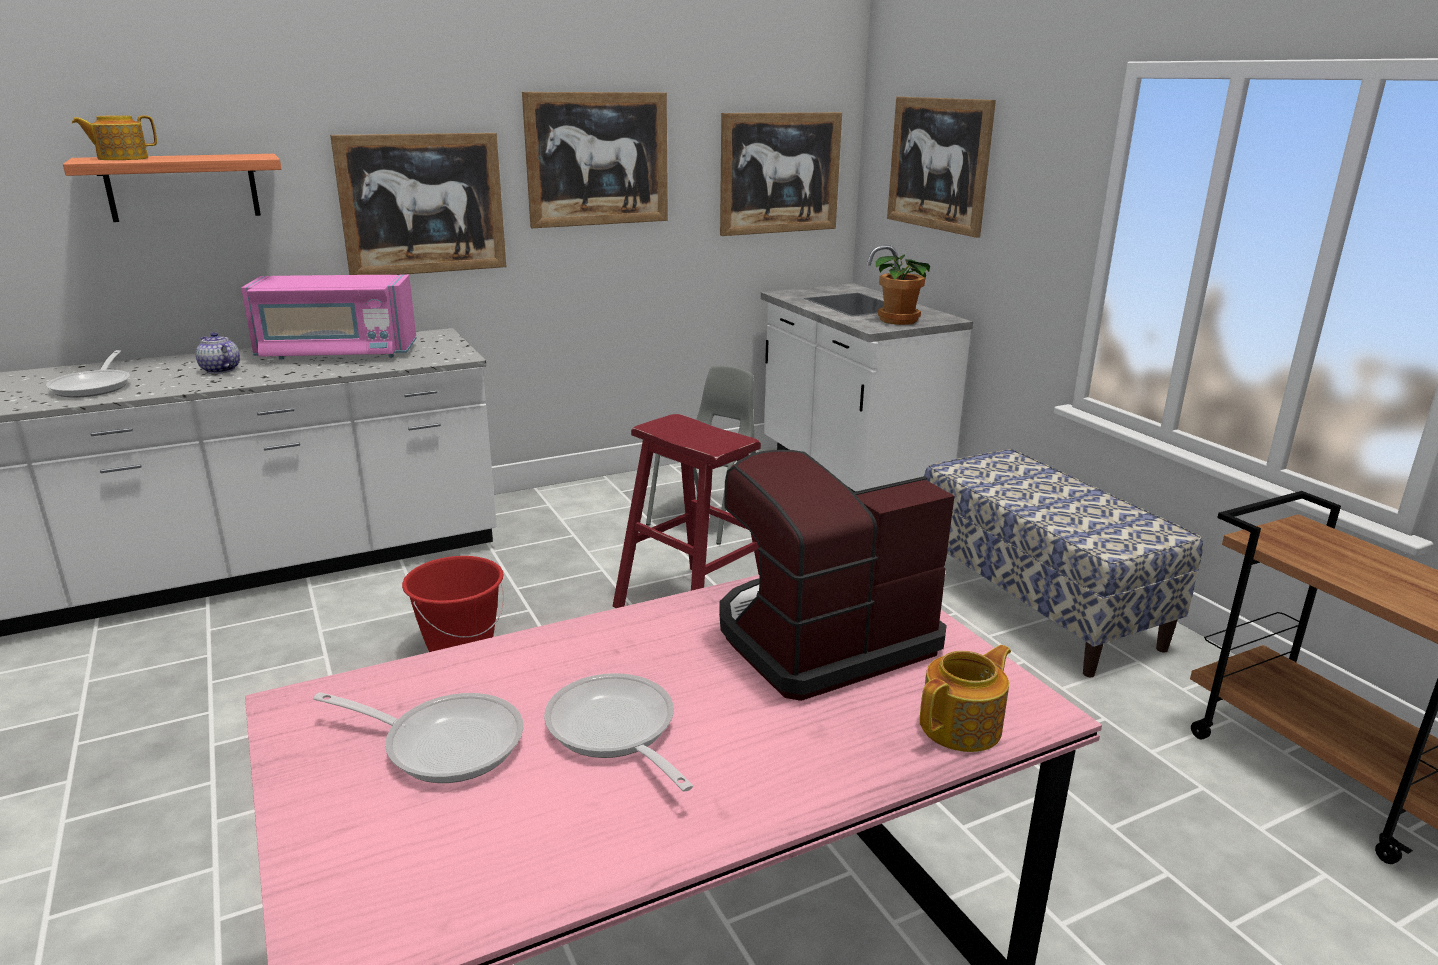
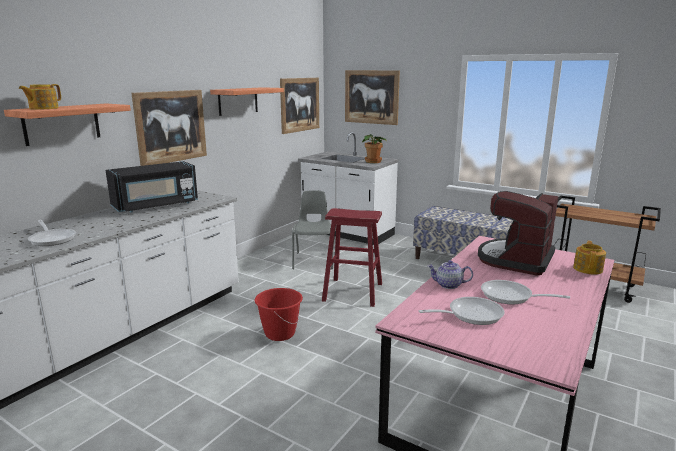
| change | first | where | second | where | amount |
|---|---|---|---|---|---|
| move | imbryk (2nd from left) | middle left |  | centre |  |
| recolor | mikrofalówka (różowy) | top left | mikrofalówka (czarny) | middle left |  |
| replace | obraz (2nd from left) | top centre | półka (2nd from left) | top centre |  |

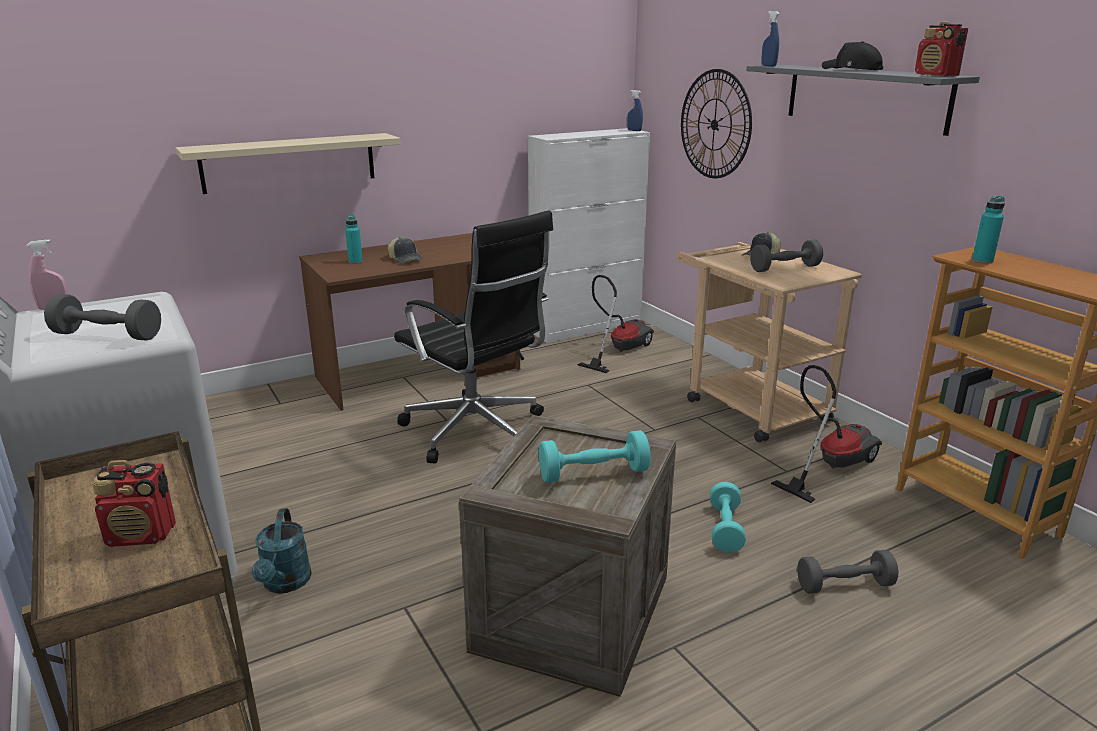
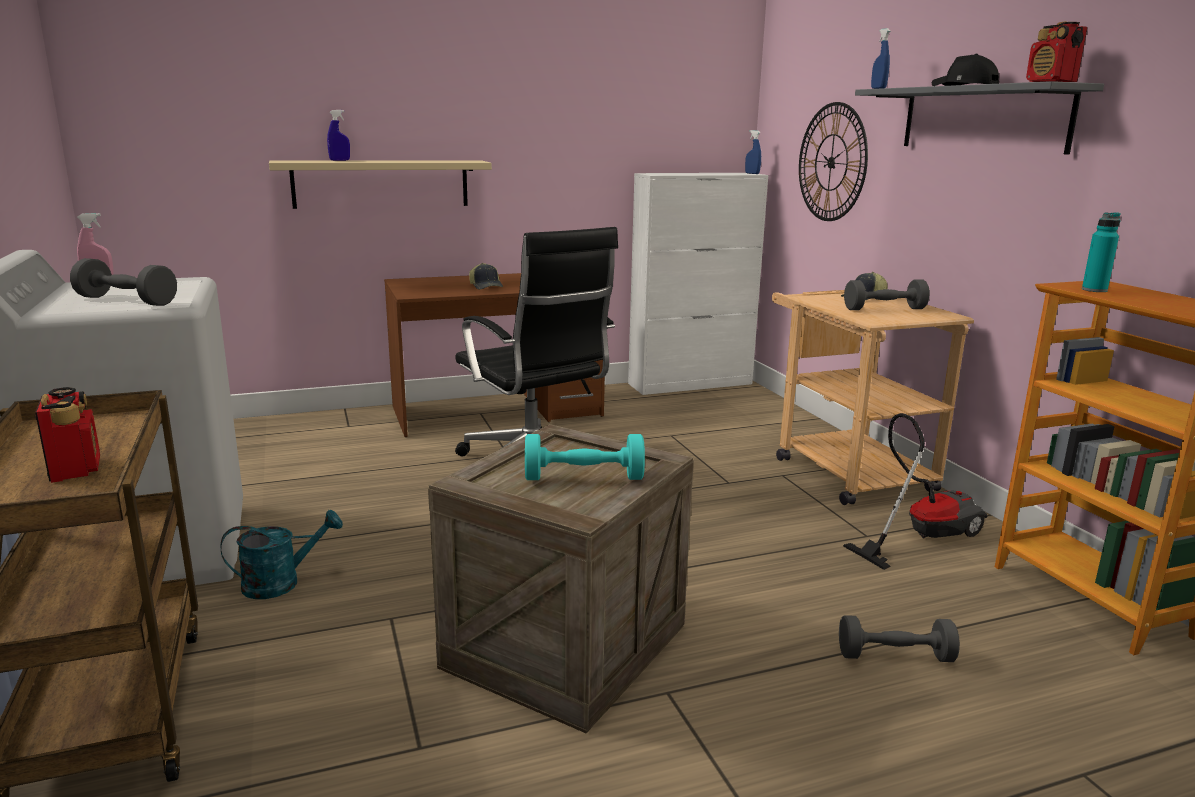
| change | first | where | second | where | amount |
|---|---|---|---|---|---|
| rotate | radio (1st from left) | bottom left |  | middle left | 120 degrees counterclockwise |
| rotate | konewka (turkusowy) | bottom left |  | bottom left | 120 degrees counterclockwise |
| delete | butelka (turkusowy) (1st from left) | top left |  |  |  |
| delete | odkurzacz (1st from left) | centre |  |  |  |
| delete | hantel (turkusowy) (2nd from left) | bottom centre |  |  |  |
| insert |  |  | spryskiwacz (niebieski) (1st from left) | top left |  |

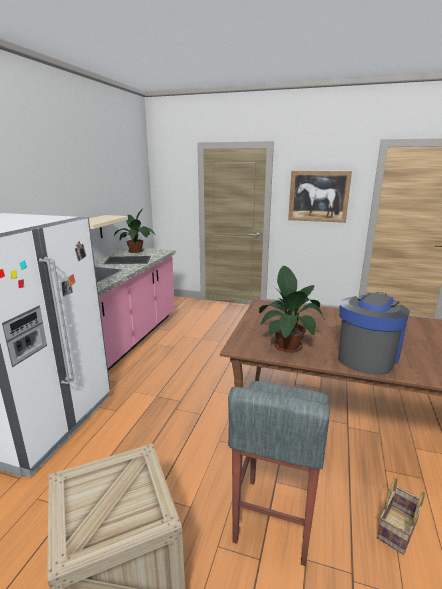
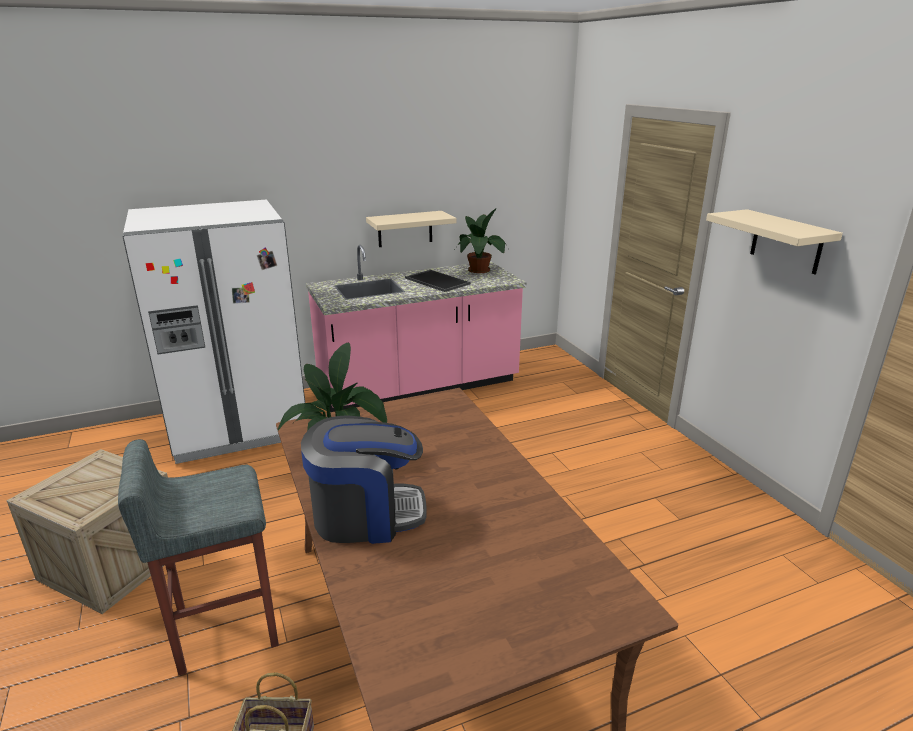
| change | first | where | second | where | amount |
|---|---|---|---|---|---|
| replace | obraz | middle right | półka (beżowy) (2nd from left) | top right |  |

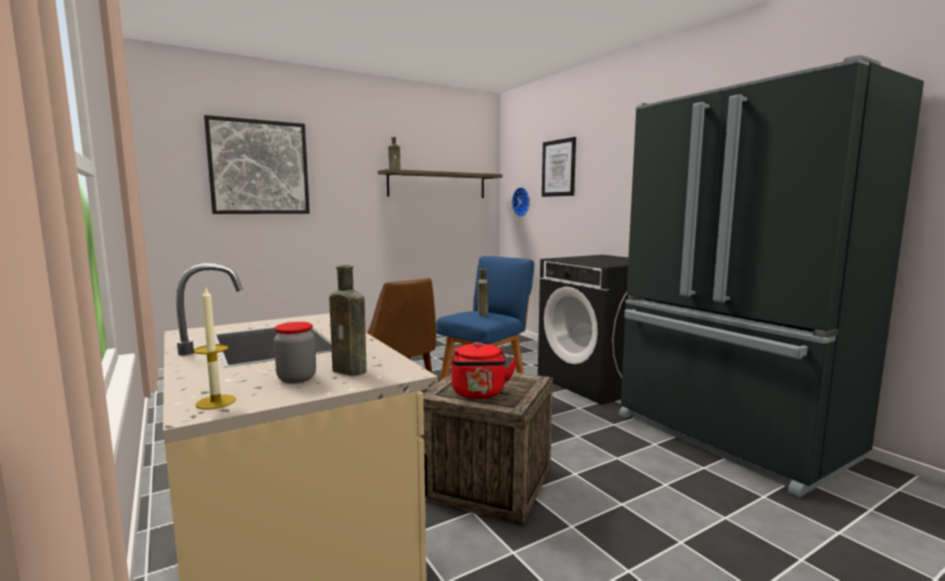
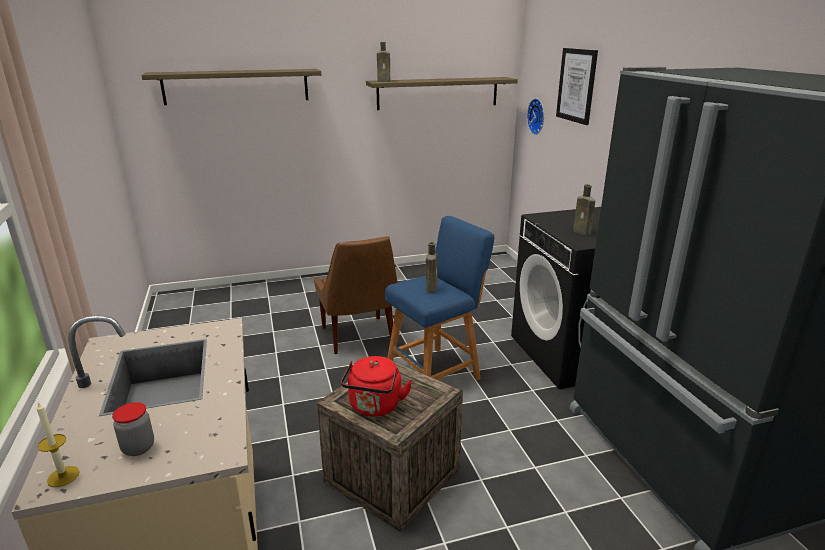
| change | first | where | second | where | amount |
|---|---|---|---|---|---|
| replace | obraz (1st from left) | top left | półka (1st from left) | top left |  |
| move | butelka (brązowy) (1st from left in the first image) | centre | butelka (brązowy) (3rd from left) | middle right |  |

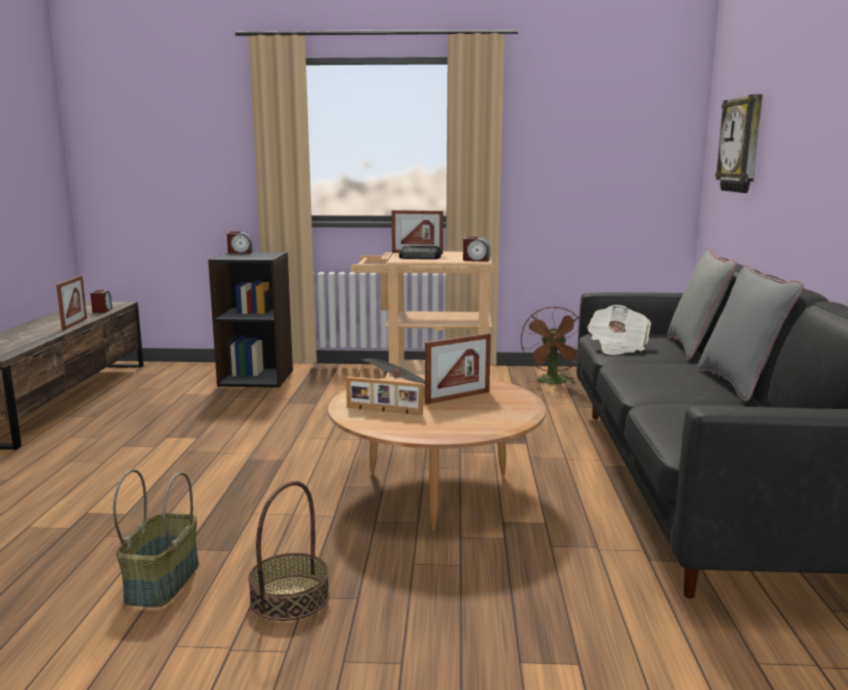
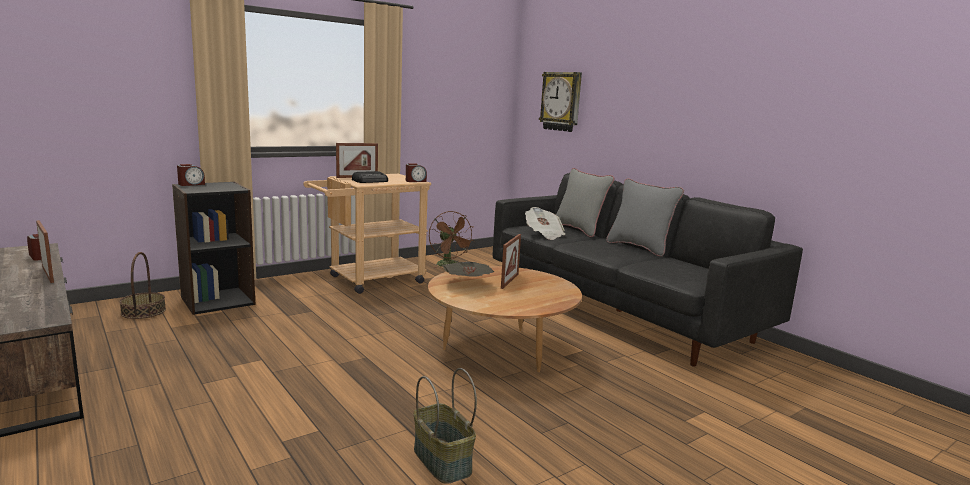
| change | first | where | second | where | amount |
|---|---|---|---|---|---|
| move | koszyk (2nd from left in the first image) | bottom centre | koszyk (1st from left) | middle left |  |
| delete | ramka na zdjęcie (2nd from left) | centre |  |  |  |

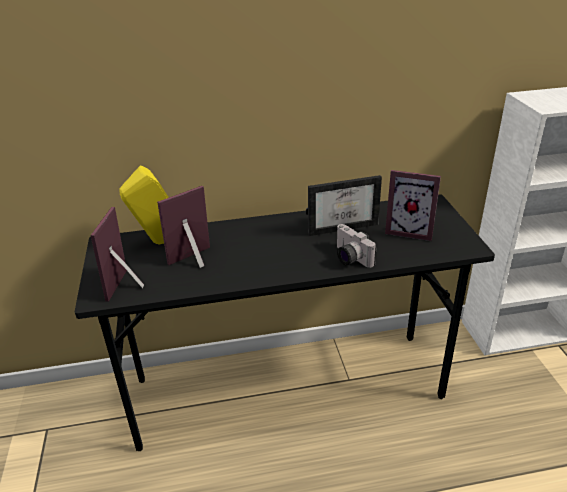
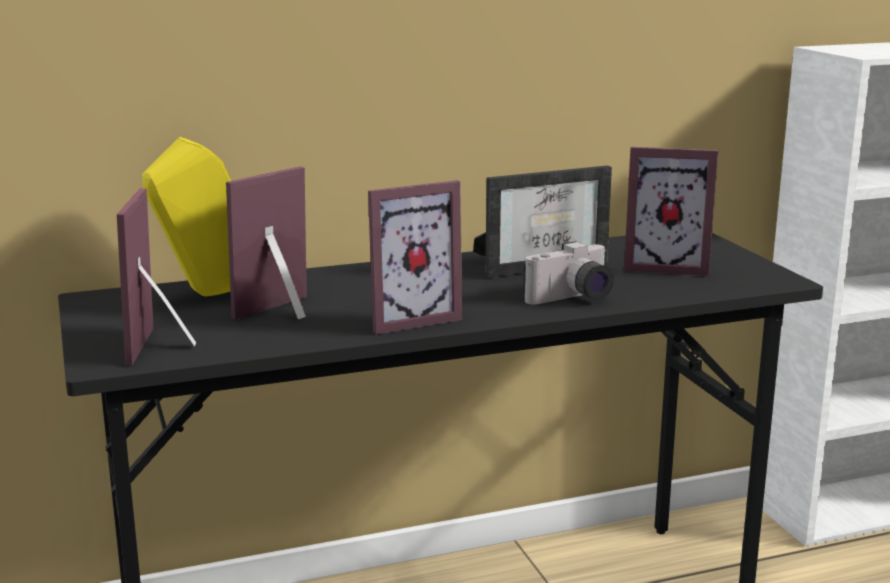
| change | first | where | second | where | amount |
|---|---|---|---|---|---|
| rotate | aparat fotograficzny | centre |  | centre | 75 degrees counterclockwise |
| insert |  |  | ramka na zdjęcie (3rd from left) | centre |  |

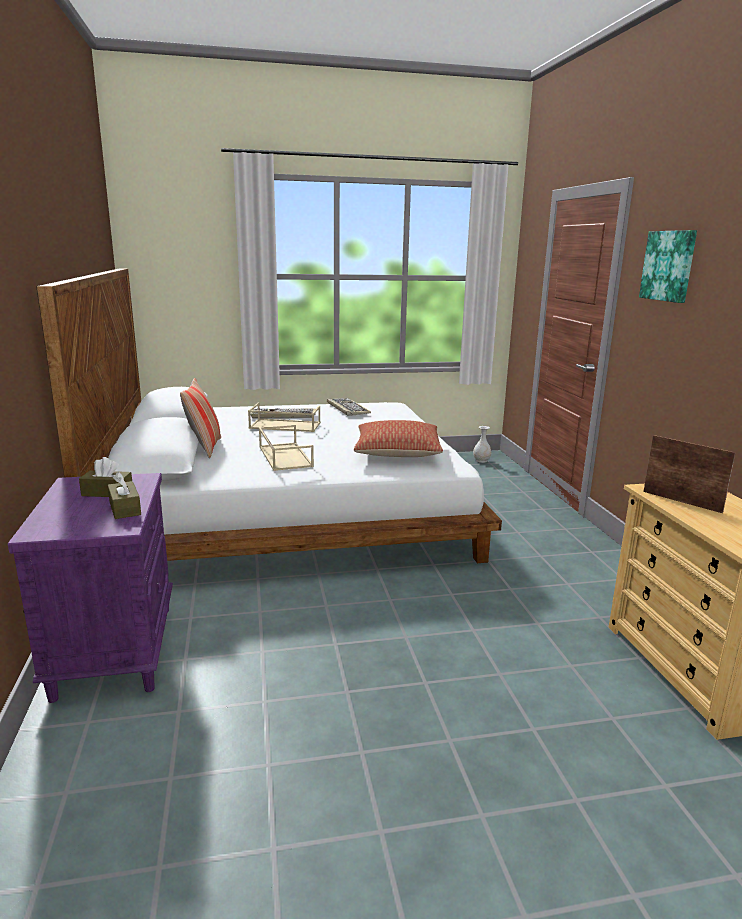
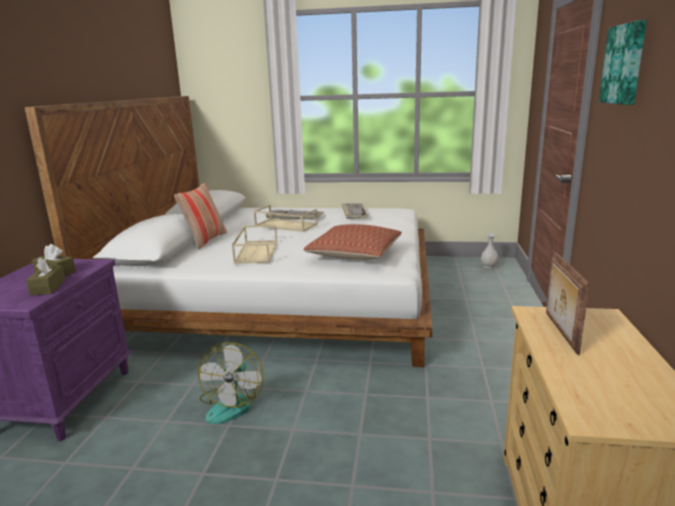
| change | first | where | second | where | amount |
|---|---|---|---|---|---|
| rotate | ramka na zdjęcie | middle right |  | middle right | 150 degrees counterclockwise |
| insert |  |  | wentylator | bottom centre |  |

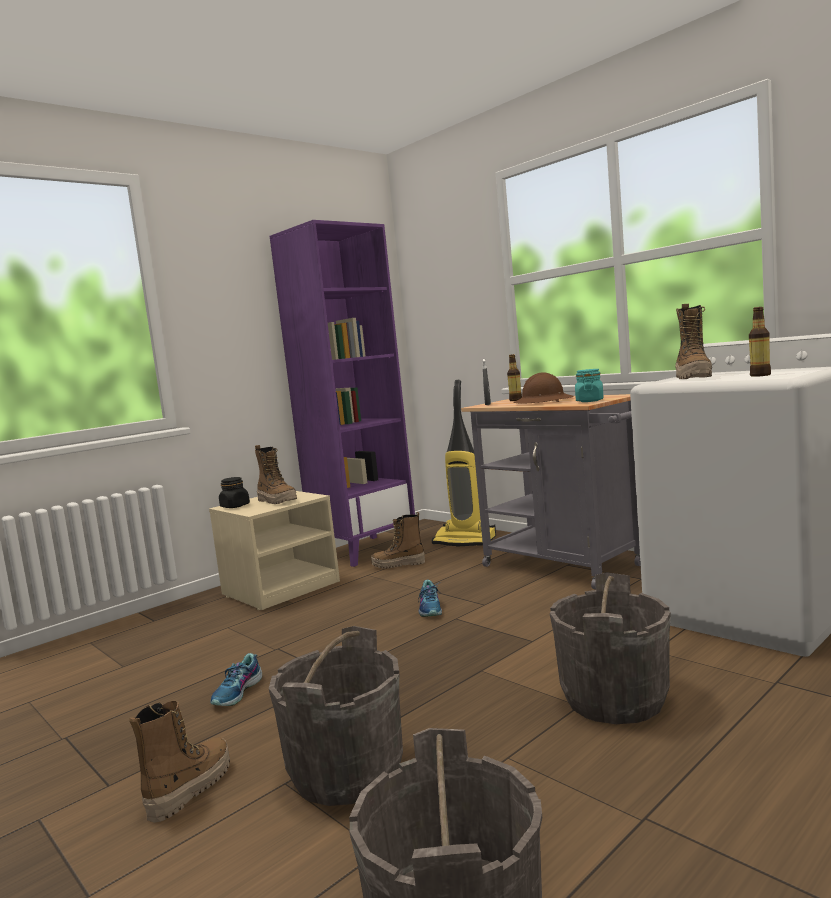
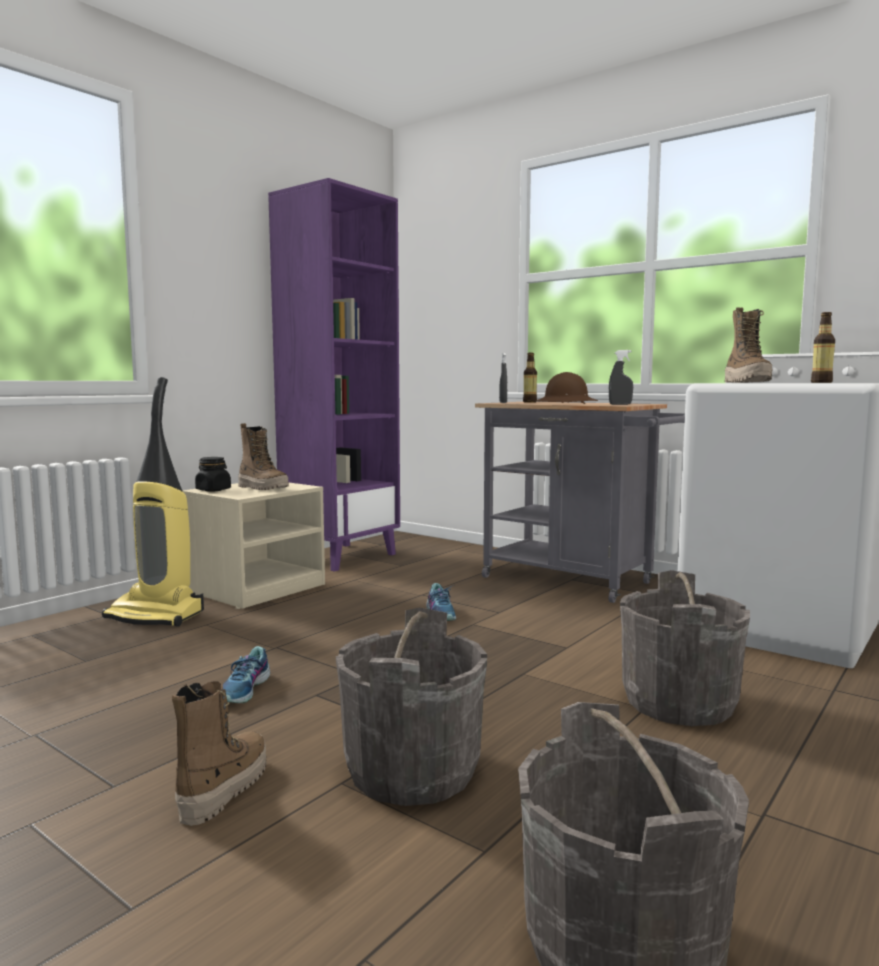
| change | first | where | second | where | amount |
|---|---|---|---|---|---|
| delete | but z cholewką (3rd from left) | centre |  |  |  |
| move | odkurzacz | centre |  | middle left |  |
| replace | słoik (turkusowy) | middle right | spryskiwacz (szary) (2nd from left) | middle right |  |

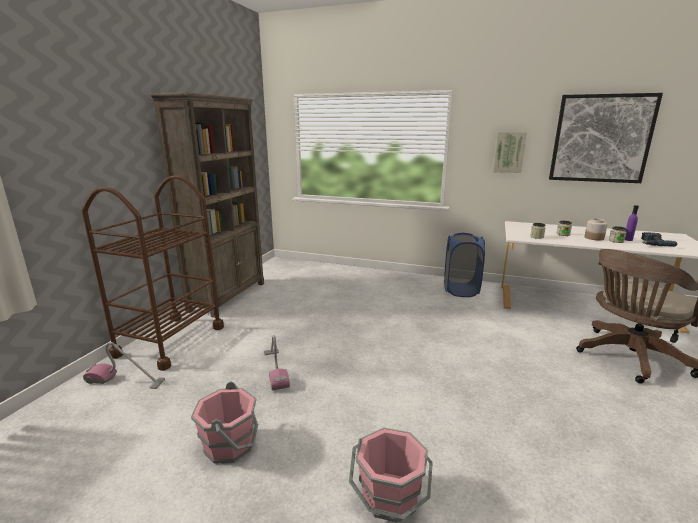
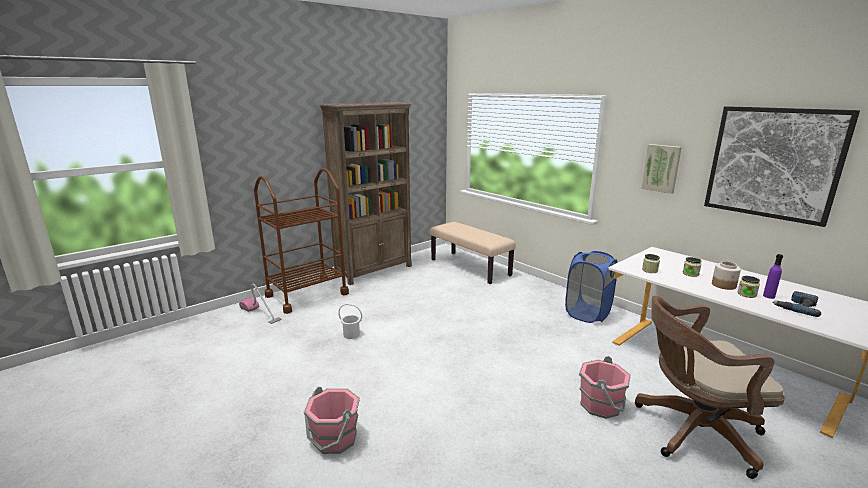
| change | first | where | second | where | amount |
|---|---|---|---|---|---|
| move | wiadro (różowy) (1st from left in the first image) | bottom left | wiadro (różowy) (2nd from left) | bottom right |  |
| replace | odkurzacz (2nd from left) | bottom centre | wiadro (biały) | centre |  |
| insert |  |  | ławka (beżowy) | centre |  |

